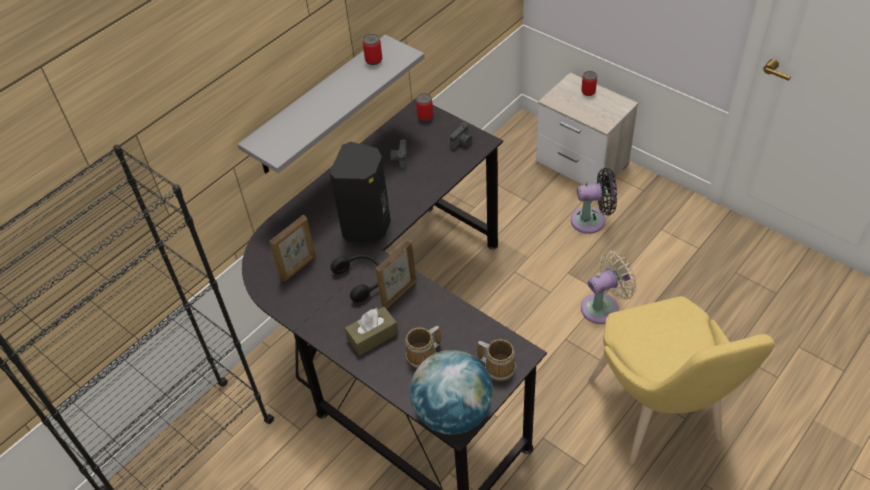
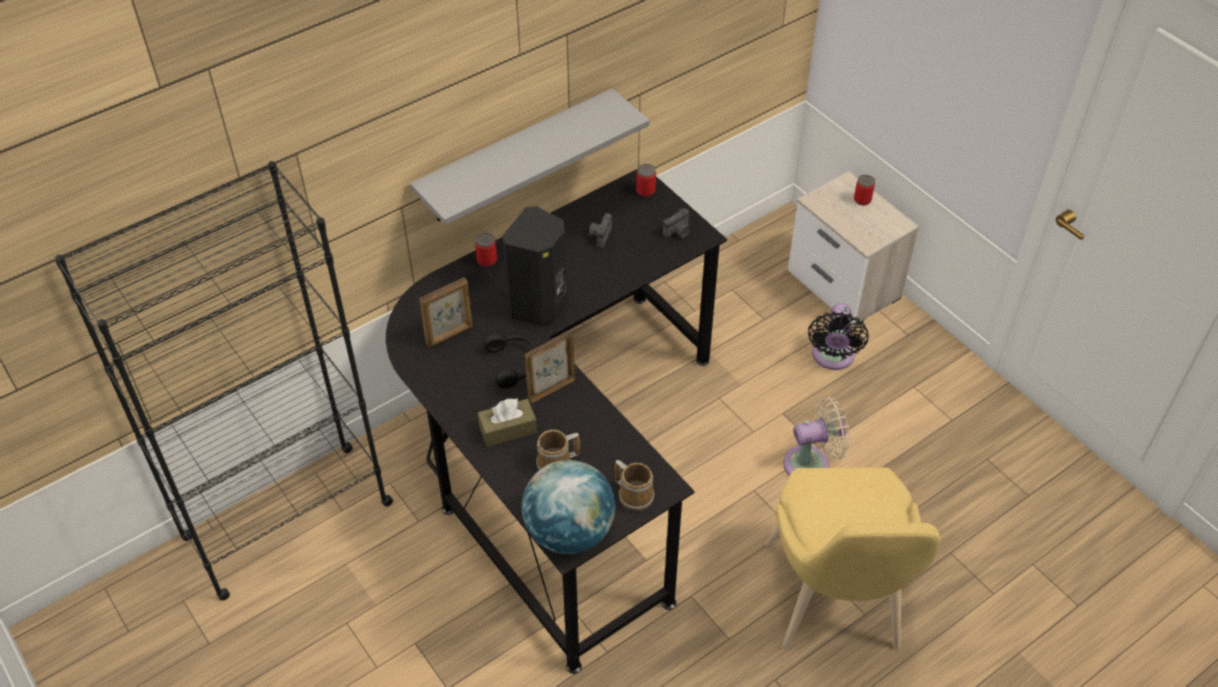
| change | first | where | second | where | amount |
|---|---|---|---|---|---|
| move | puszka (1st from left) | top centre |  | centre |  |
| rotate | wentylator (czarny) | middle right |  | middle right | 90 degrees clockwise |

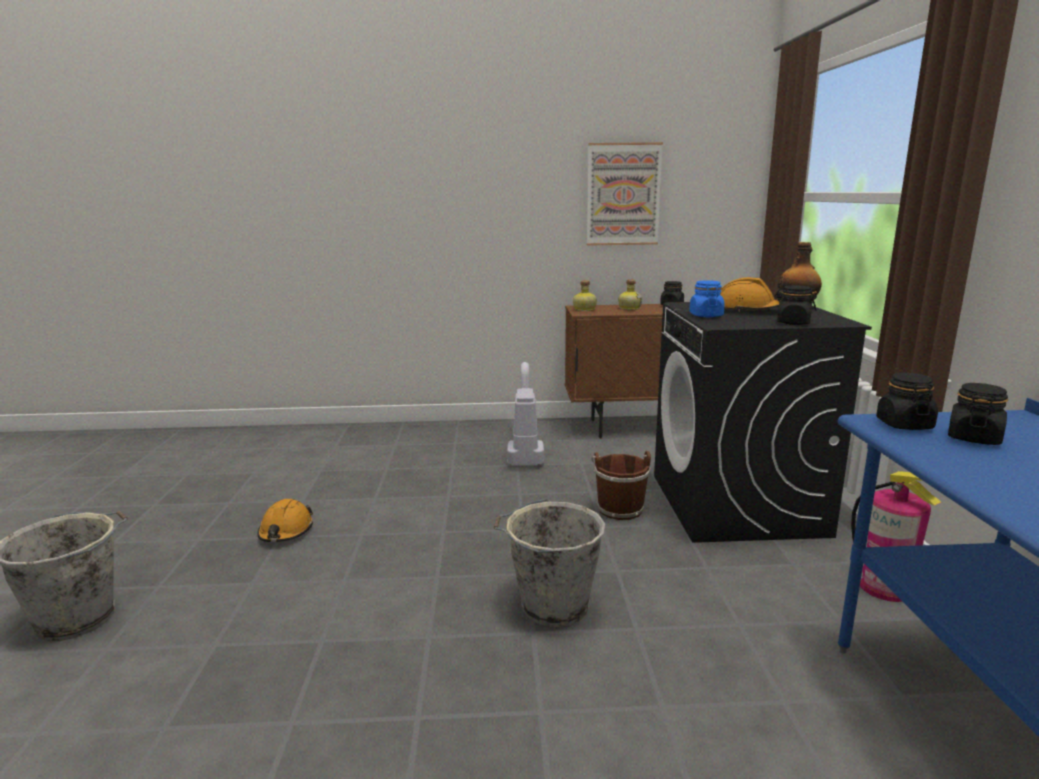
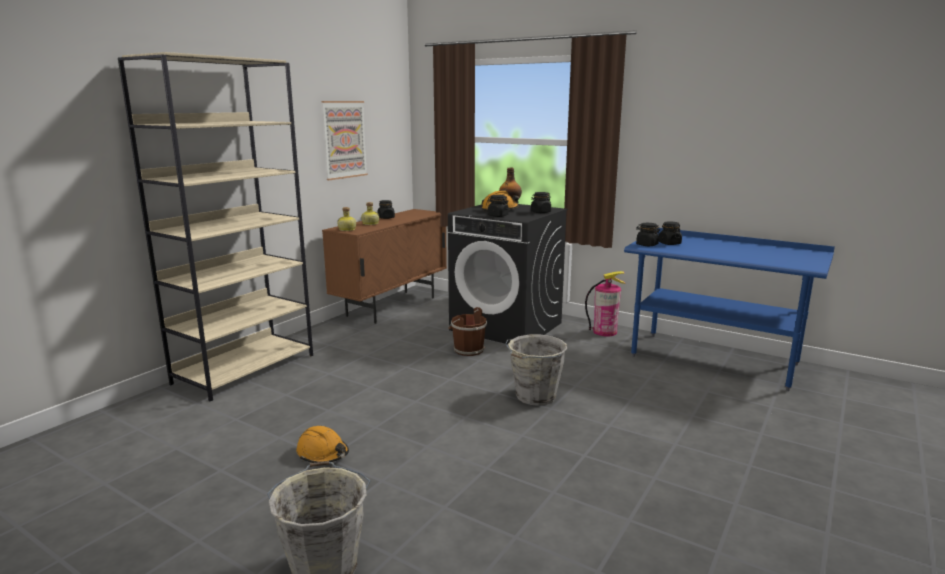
| change | first | where | second | where | amount |
|---|---|---|---|---|---|
| delete | odkurzacz | centre |  |  |  |
| recolor | słoik (niebieski) | middle right | słoik (czarny) (2nd from left) | centre |  |
| insert |  |  | regał (beżowy) | middle left |  |

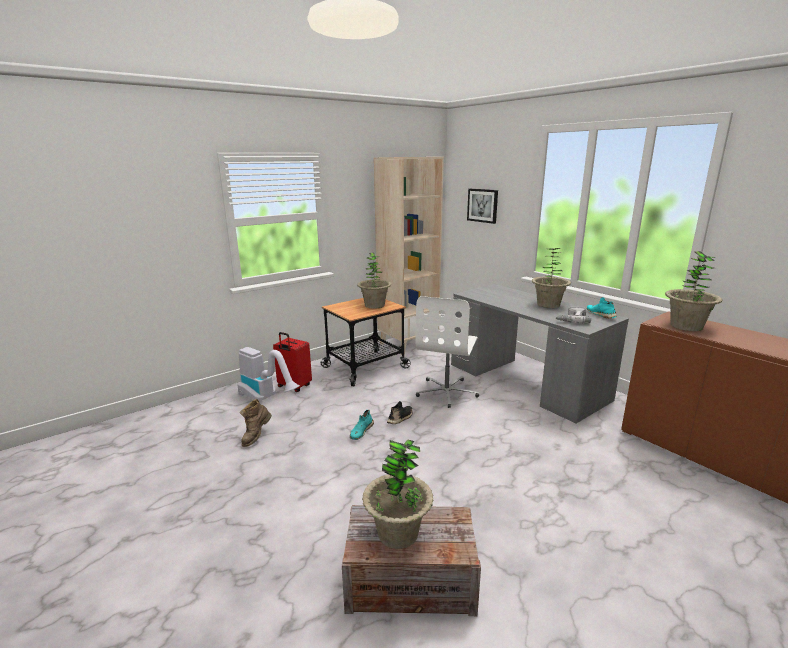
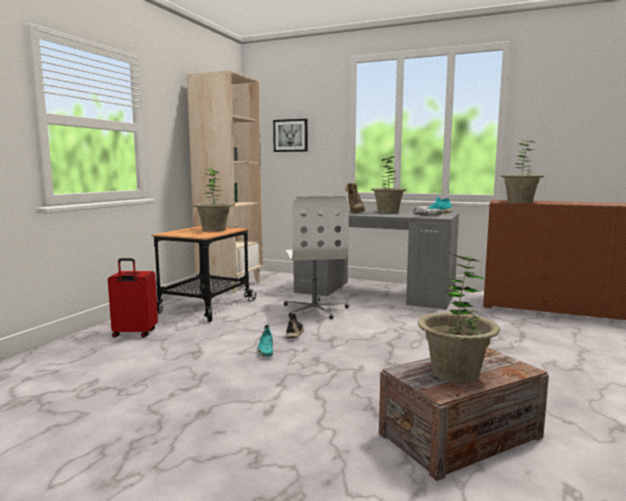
| change | first | where | second | where | amount |
|---|---|---|---|---|---|
| delete | odkurzacz | centre |  |  |  |
| move | but z cholewką (brązowy) | middle left |  | centre |  |

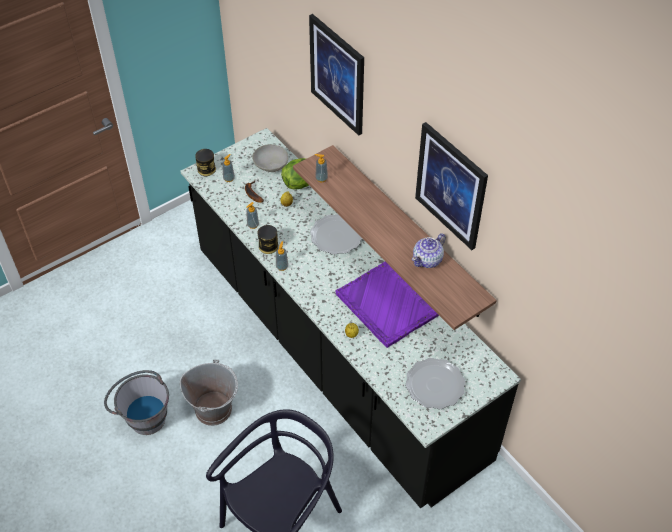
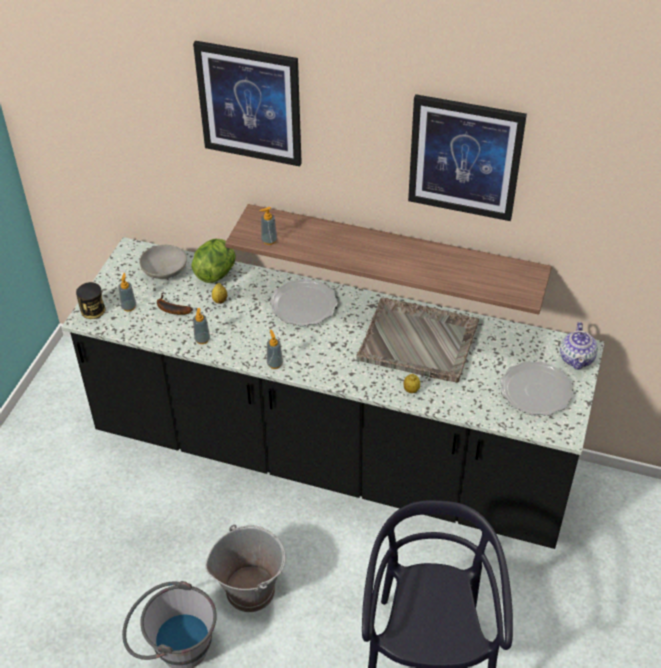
| change | first | where | second | where | amount |
|---|---|---|---|---|---|
| delete | puszka (2nd from left) | centre |  |  |  |
| recolor | taca (fioletowy) | centre | taca (szary) | centre |  |
| move | imbryk | centre |  | middle right |  |

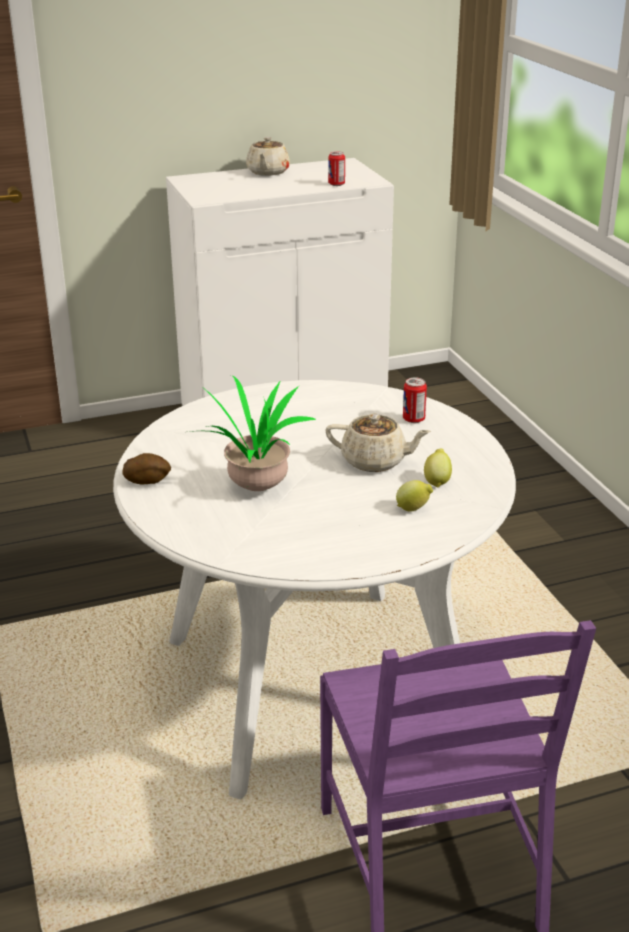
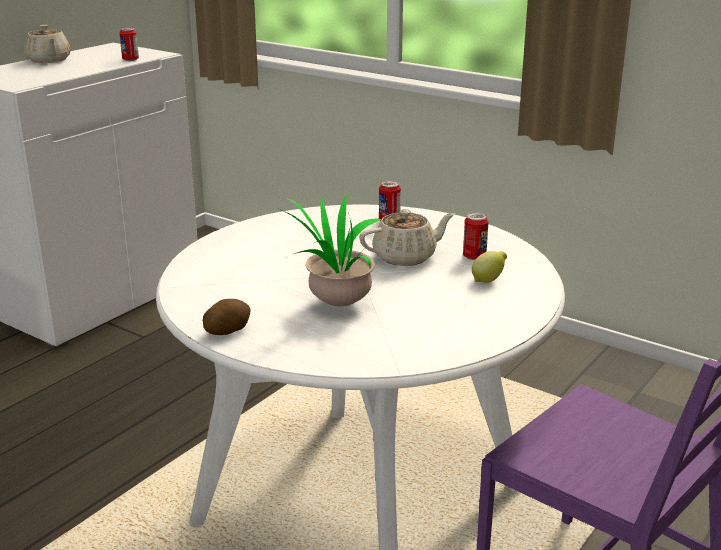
| change | first | where | second | where | amount |
|---|---|---|---|---|---|
| replace | cytryna (2nd from left) | middle right | puszka (3rd from left) | centre |  |

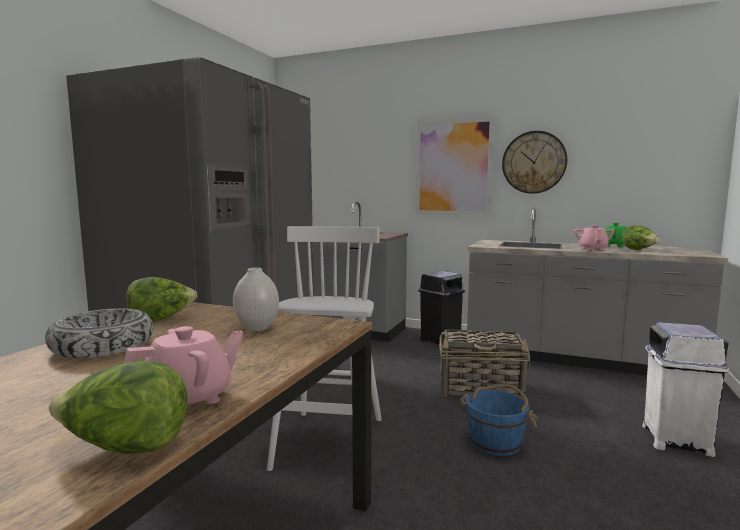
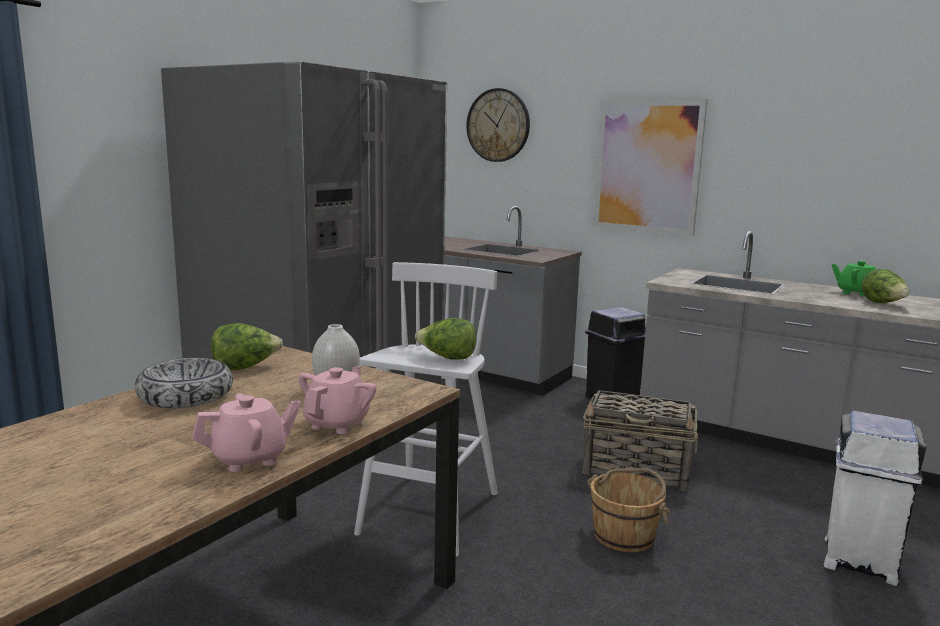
| change | first | where | second | where | amount |
|---|---|---|---|---|---|
| move | sałata (1st from left in the first image) | bottom left | sałata (2nd from left) | centre |  |
| recolor | wiadro (niebieski) | bottom right | wiadro (brązowy) | bottom right |  |
| move | zegar ścienny | top right |  | top centre |  |
| move | imbryk (różowy) (2nd from left) | middle right |  | centre |  |

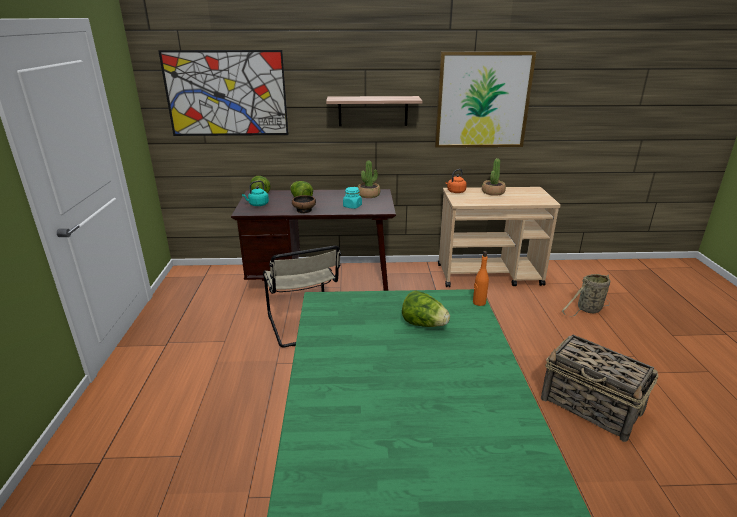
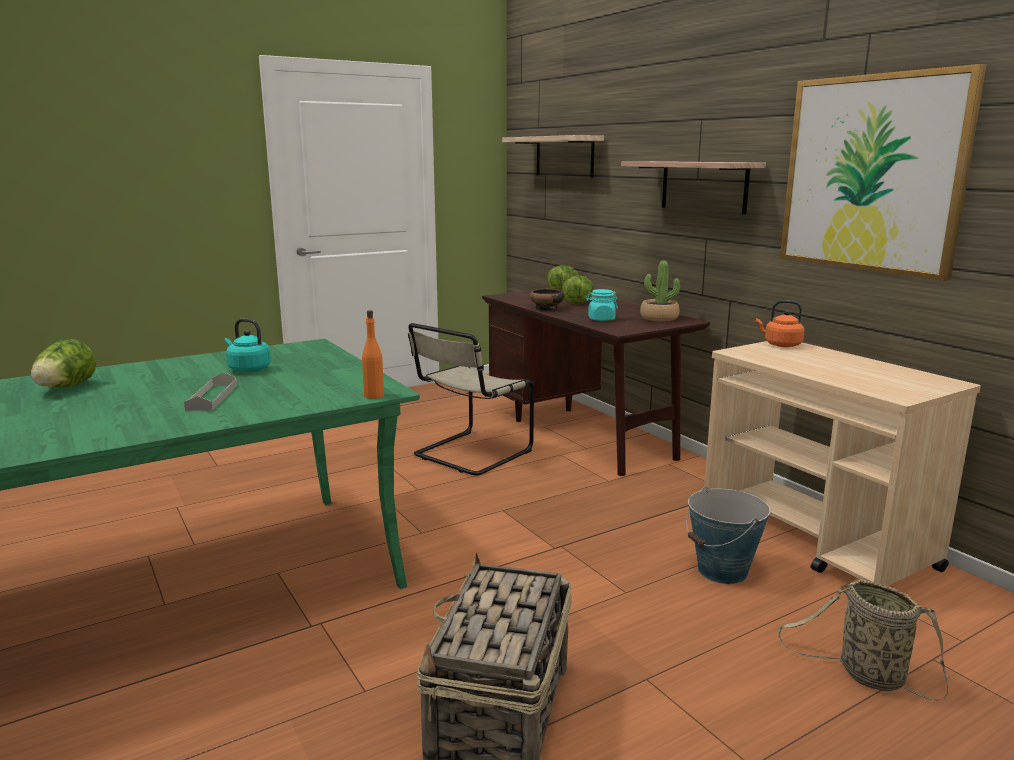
| change | first | where | second | where | amount |
|---|---|---|---|---|---|
| replace | obraz (1st from left) | top left | półka (1st from left) | top centre |  |
| move | czajnik (turkusowy) | centre |  | middle left |  |
| move | sałata (3rd from left in the first image) | centre | sałata (1st from left) | middle left |  |
| delete | roślina doniczkowa (2nd from left) | middle right |  |  |  |
| insert |  |  | taca (szary) | middle left |  |
| insert |  |  | wiadro | bottom right |  |

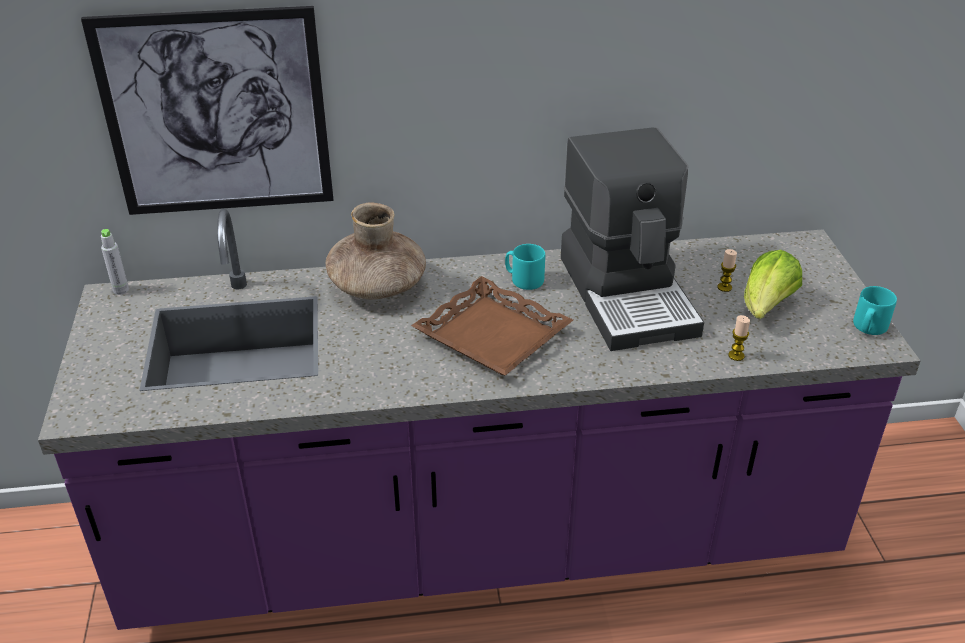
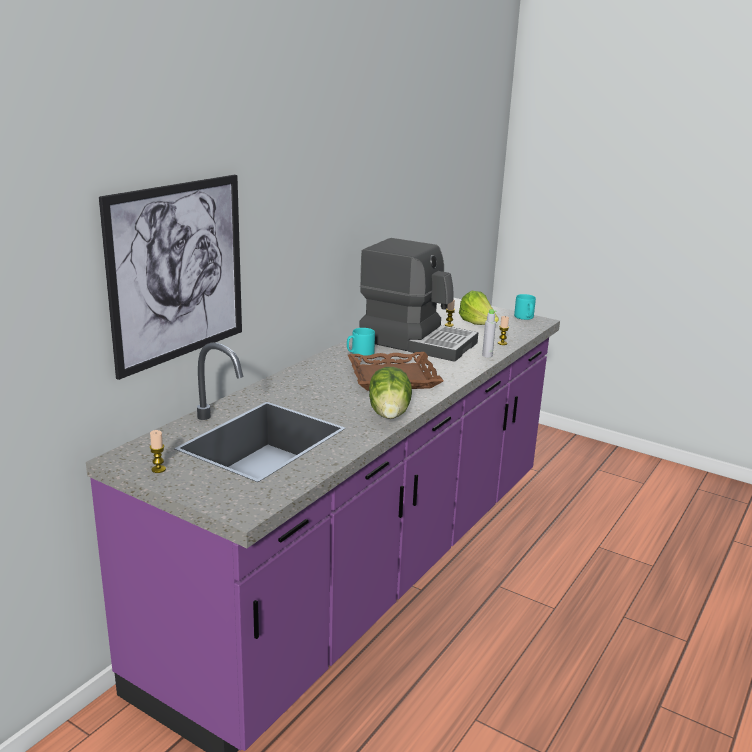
| change | first | where | second | where | amount |
|---|---|---|---|---|---|
| move | butelka (szary) | middle left |  | centre |  |
| delete | wazon (brązowy) | centre |  |  |  |
| insert |  |  | świeca (1st from left) | middle left |  |
| insert |  |  | sałata (1st from left) | centre |  |

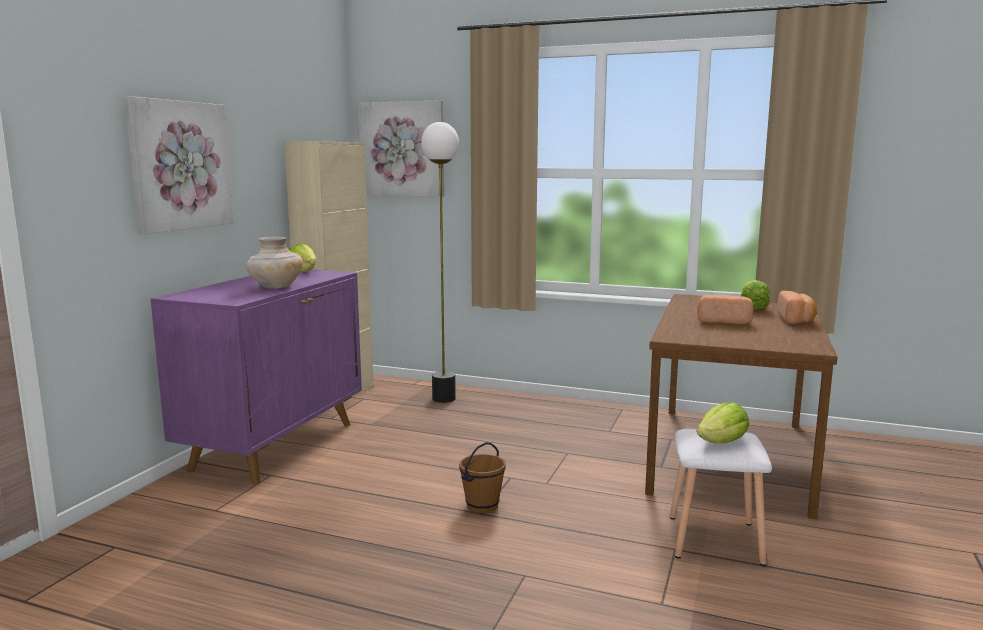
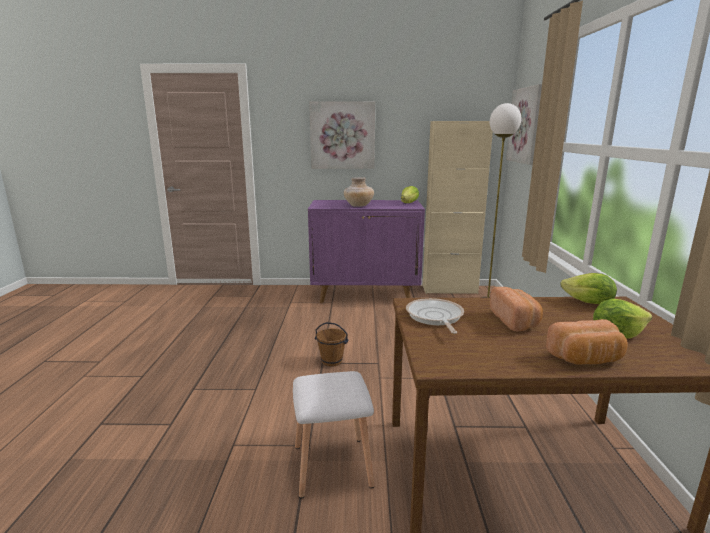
| change | first | where | second | where | amount |
|---|---|---|---|---|---|
| move | sałata (2nd from left) | bottom right |  | middle right |  |
| insert |  |  | patelnia | centre |  |

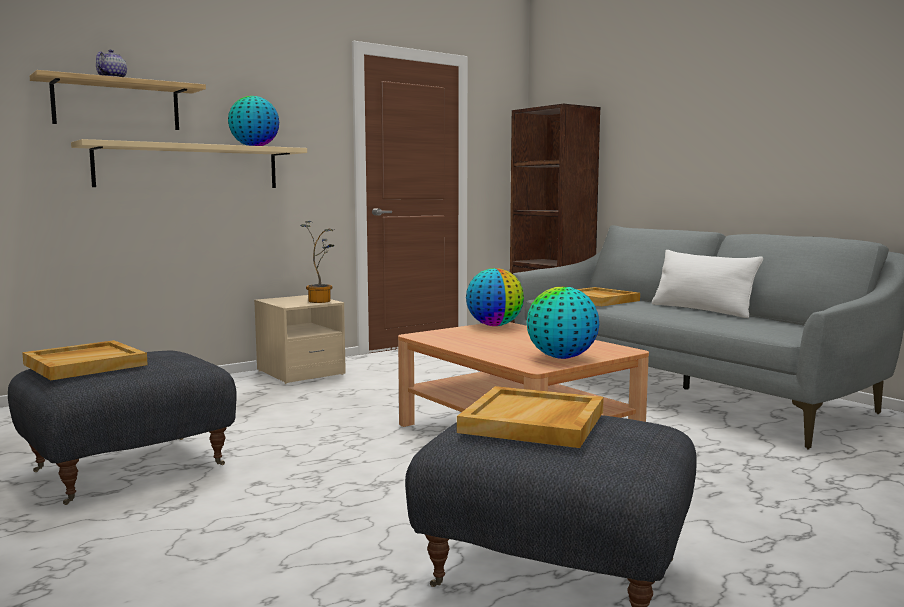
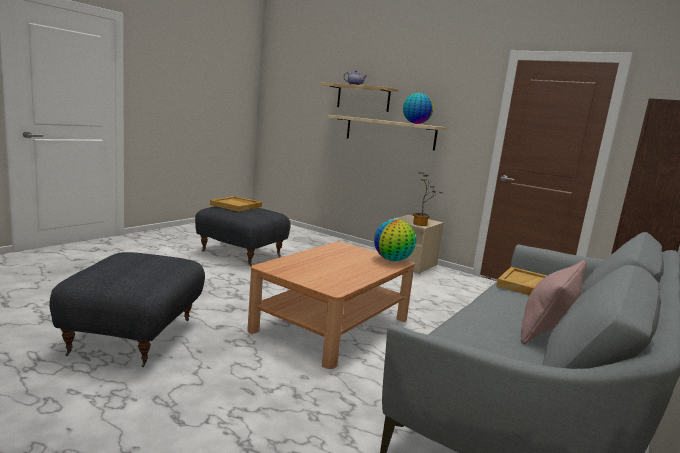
| change | first | where | second | where | amount |
|---|---|---|---|---|---|
| delete | taca (beżowy) (2nd from left) | bottom centre |  |  |  |
| delete | globus (3rd from left) | centre |  |  |  |
| recolor | poduszka (biały) | middle right | poduszka (różowy) | bottom right |  |

